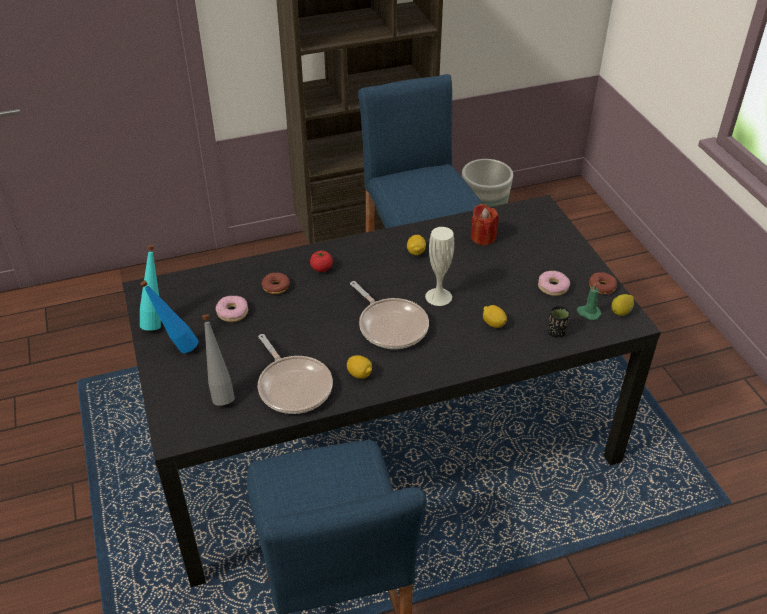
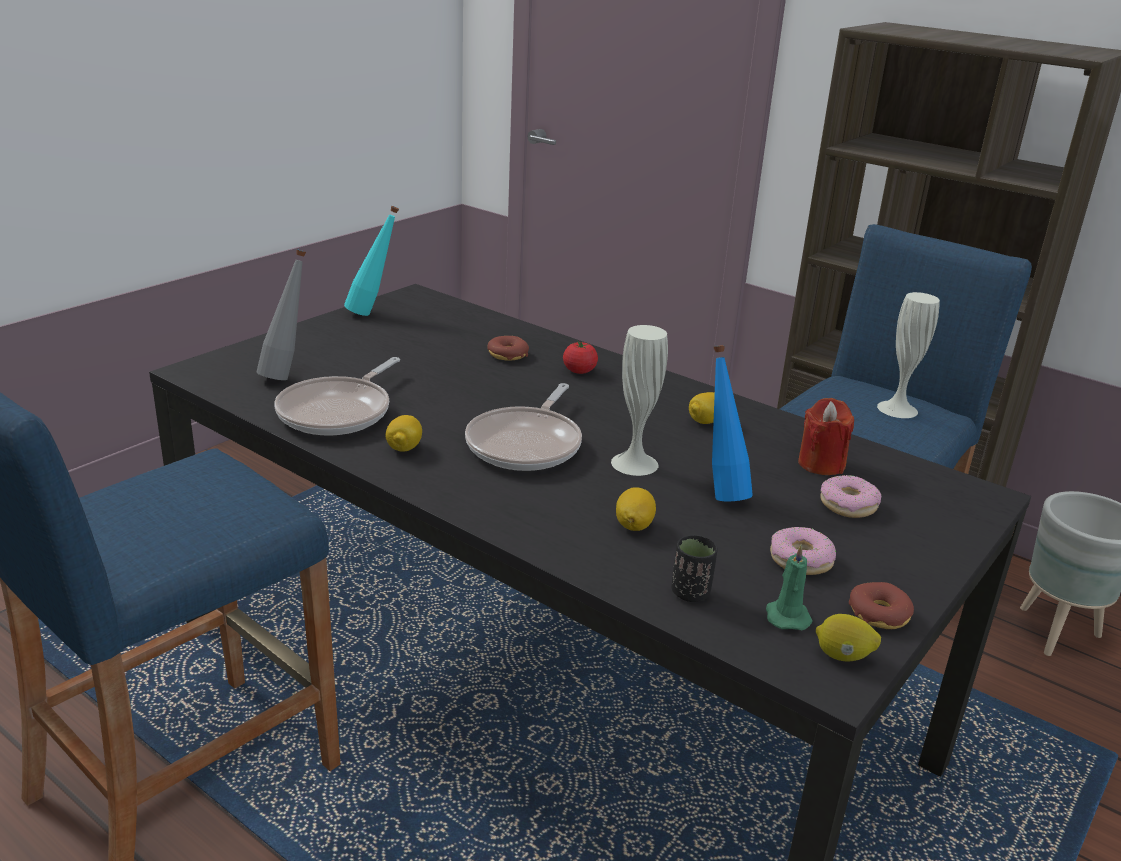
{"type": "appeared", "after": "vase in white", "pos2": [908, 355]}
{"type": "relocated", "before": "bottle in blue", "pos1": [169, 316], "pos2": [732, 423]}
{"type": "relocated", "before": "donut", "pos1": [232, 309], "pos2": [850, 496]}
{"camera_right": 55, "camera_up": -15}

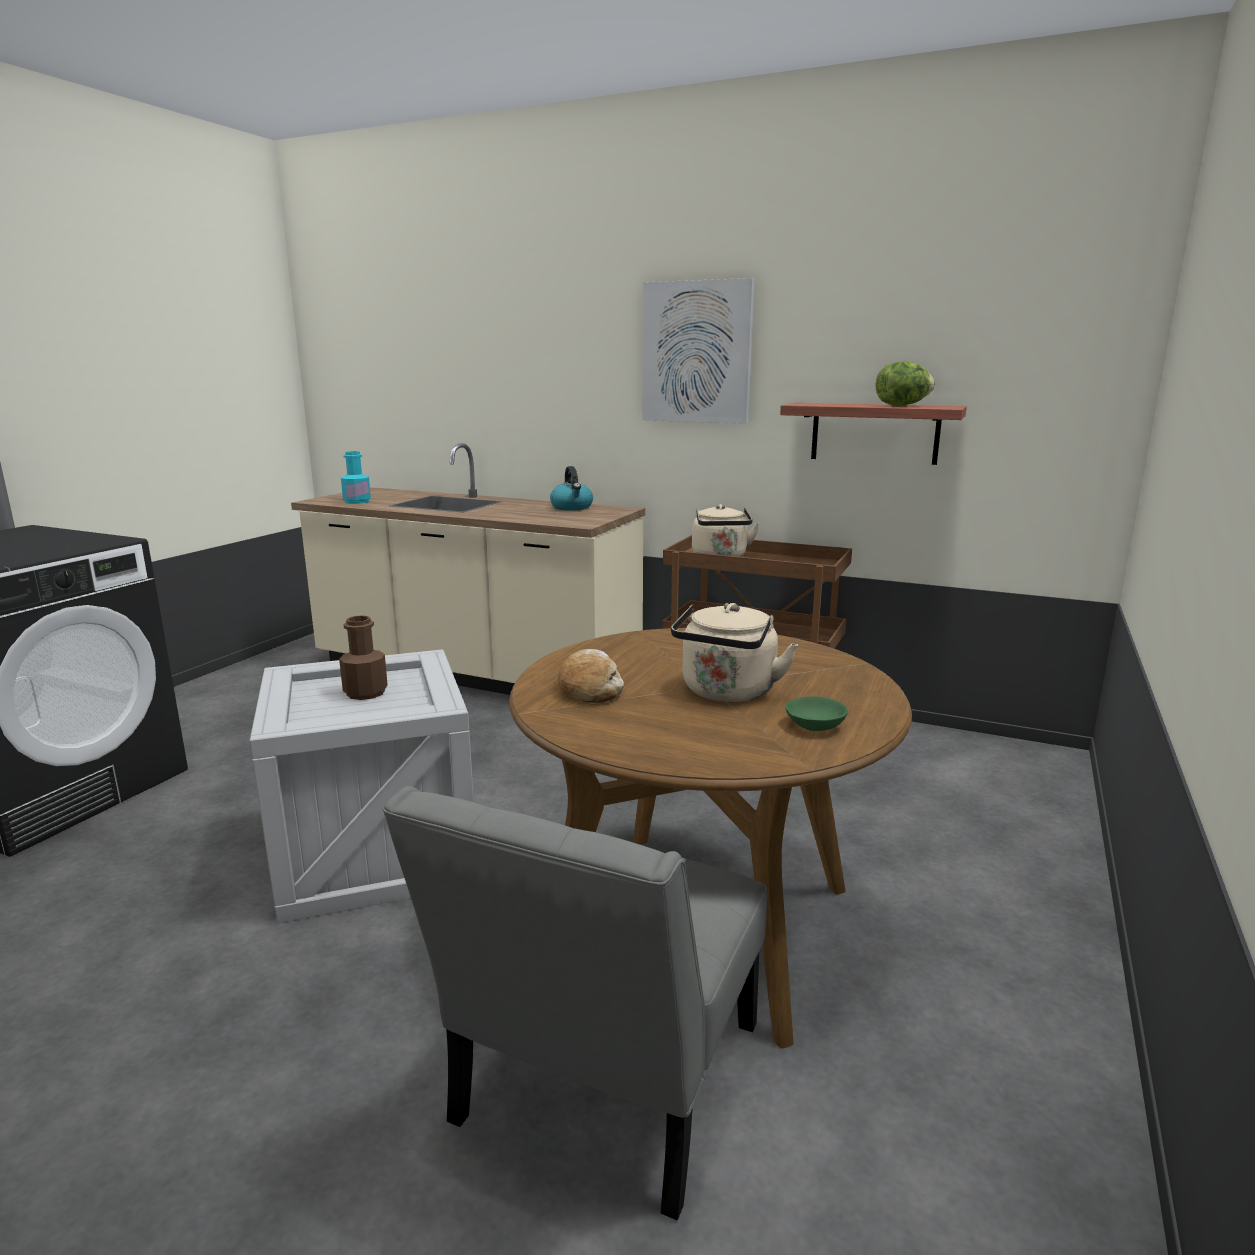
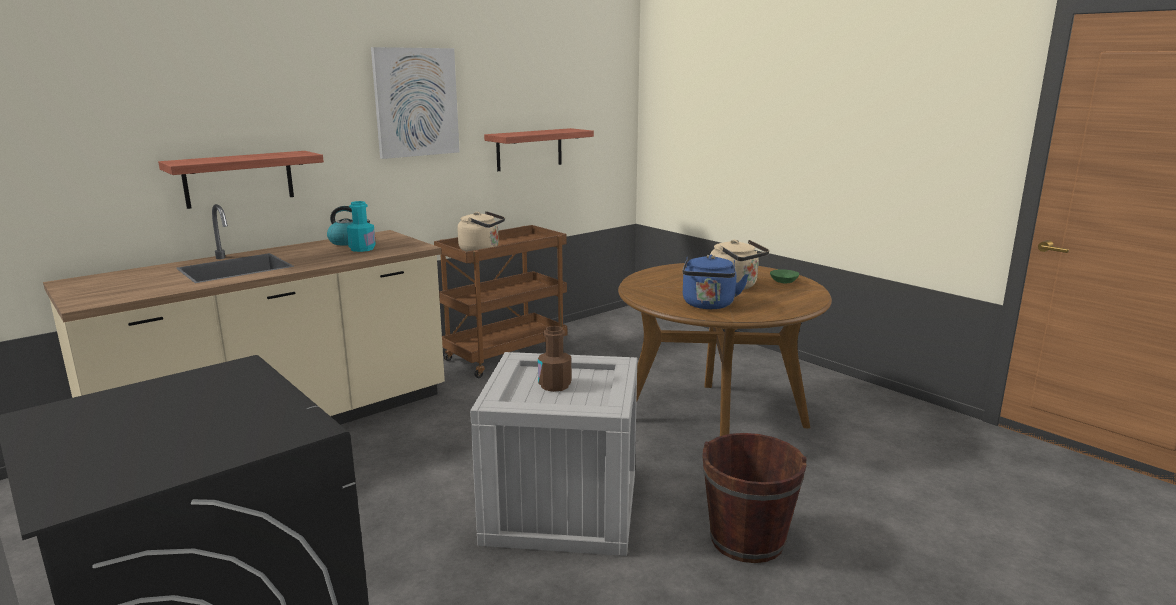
{"type": "missing", "before": "chair in grey", "pos1": [575, 1003]}
{"type": "missing", "before": "lettuce", "pos1": [905, 383]}
{"type": "appeared", "after": "shelf", "pos2": [241, 180]}
{"type": "appeared", "after": "bucket in brown", "pos2": [754, 498]}
{"type": "relocated", "before": "bottle in turquoise", "pos1": [356, 477], "pos2": [361, 226]}
{"type": "exchanged", "before": "bread", "after": "kettle in blue", "pos1": [591, 676], "pos2": [716, 282]}
{"camera_right": -65, "camera_up": 0}

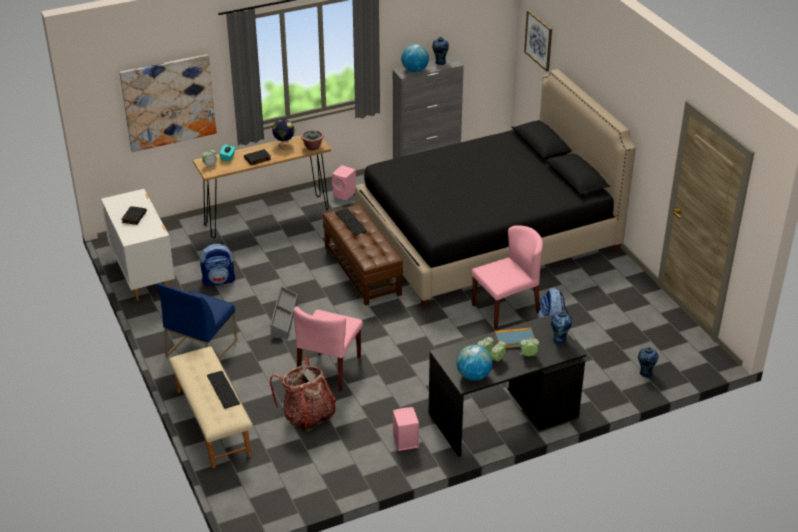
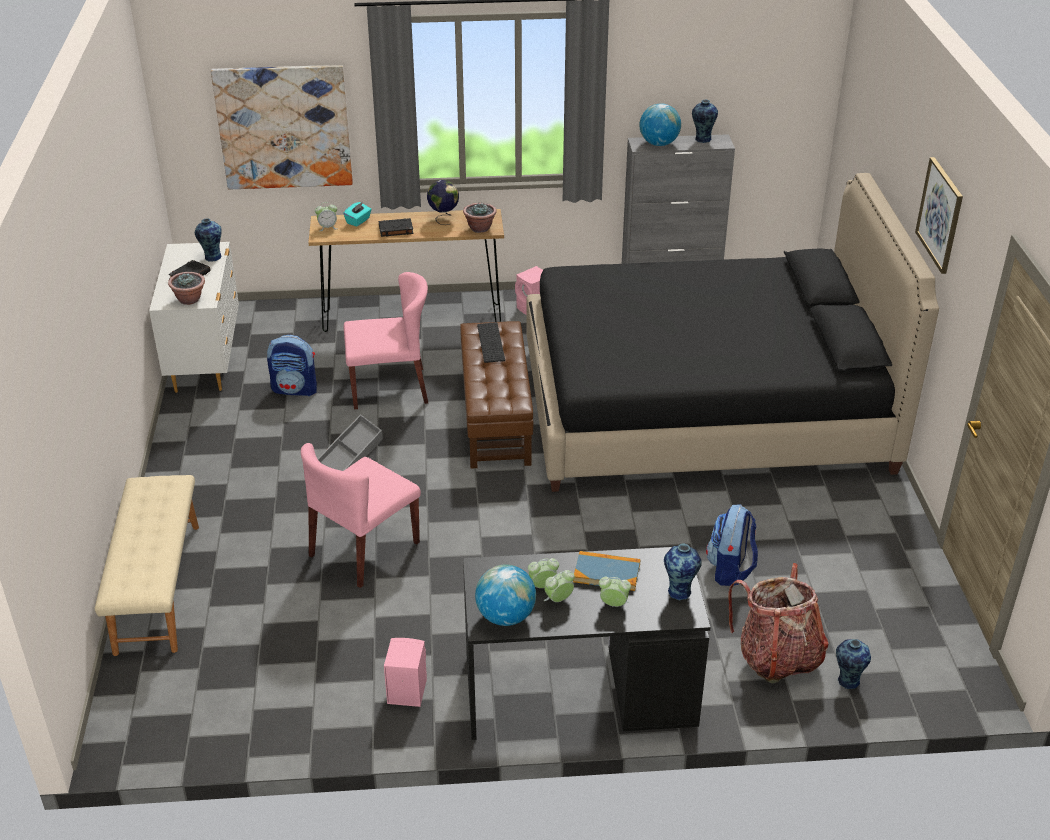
{"type": "missing", "before": "chair in blue", "pos1": [197, 321]}
{"type": "missing", "before": "keyboard", "pos1": [223, 390]}
{"type": "appeared", "after": "potted plant", "pos2": [186, 288]}
{"type": "appeared", "after": "vase", "pos2": [208, 239]}
{"type": "relocated", "before": "backpack", "pos1": [303, 394], "pos2": [778, 623]}
{"type": "relocated", "before": "chair in pink", "pos1": [507, 277], "pos2": [386, 341]}
{"type": "relocated", "before": "picture", "pos1": [538, 41], "pos2": [939, 215]}
{"camera_right": 20, "camera_up": 0}

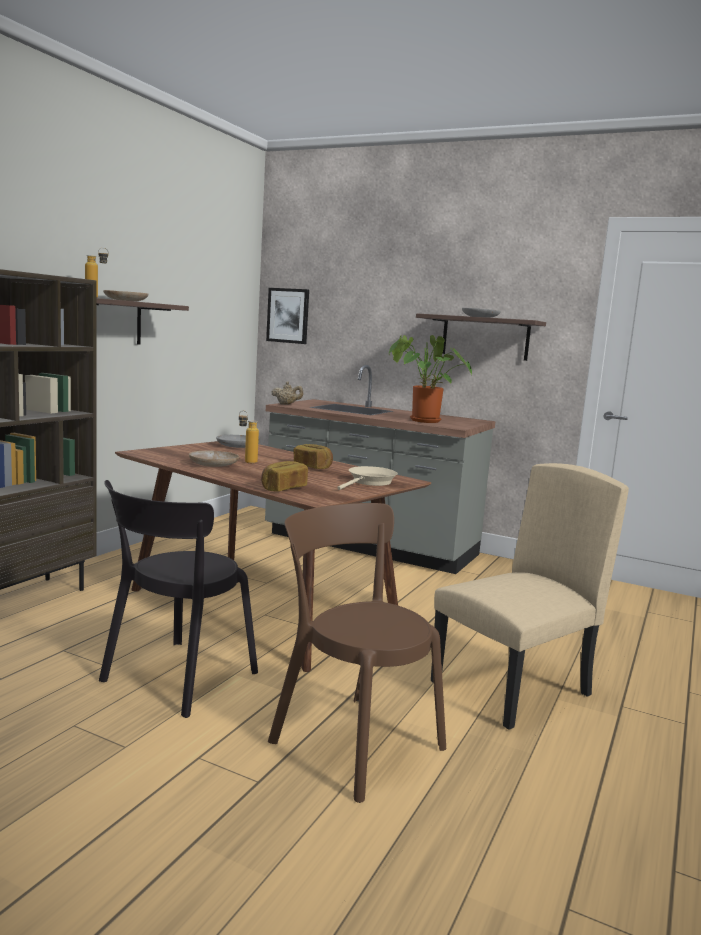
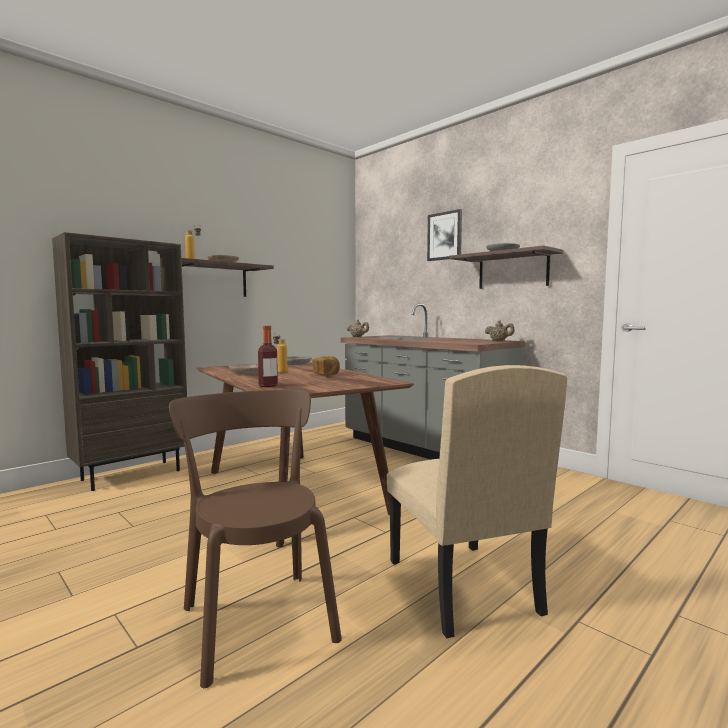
{"type": "missing", "before": "chair in black", "pos1": [178, 599]}
{"type": "missing", "before": "frying pan in beige", "pos1": [367, 478]}
{"type": "missing", "before": "potted plant", "pos1": [430, 379]}
{"type": "appeared", "after": "teapot in beige", "pos2": [500, 330]}
{"type": "relocated", "before": "picture", "pos1": [287, 316], "pos2": [444, 235]}
{"type": "exchanged", "before": "bread", "after": "bottle", "pos1": [284, 476], "pos2": [268, 356]}
{"type": "spun", "before": "chair in beige", "pos1": [530, 596], "pos2": [477, 501], "turn": 90}
{"camera_right": 20, "camera_up": -5}

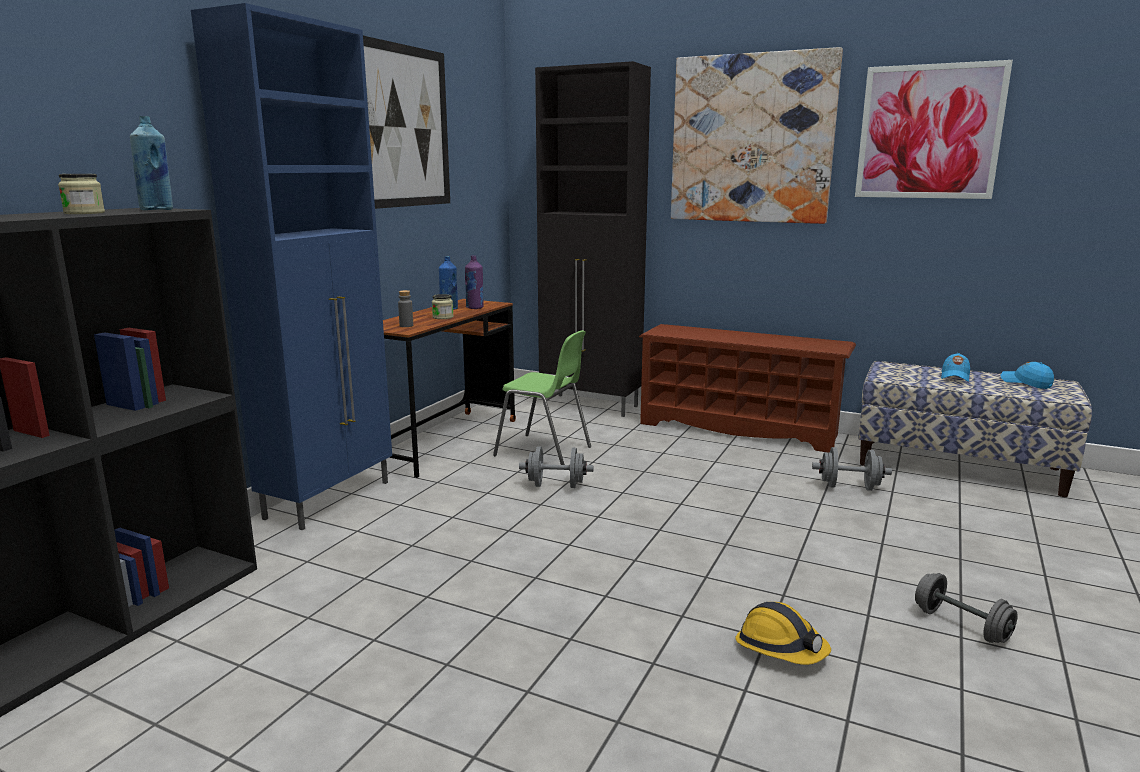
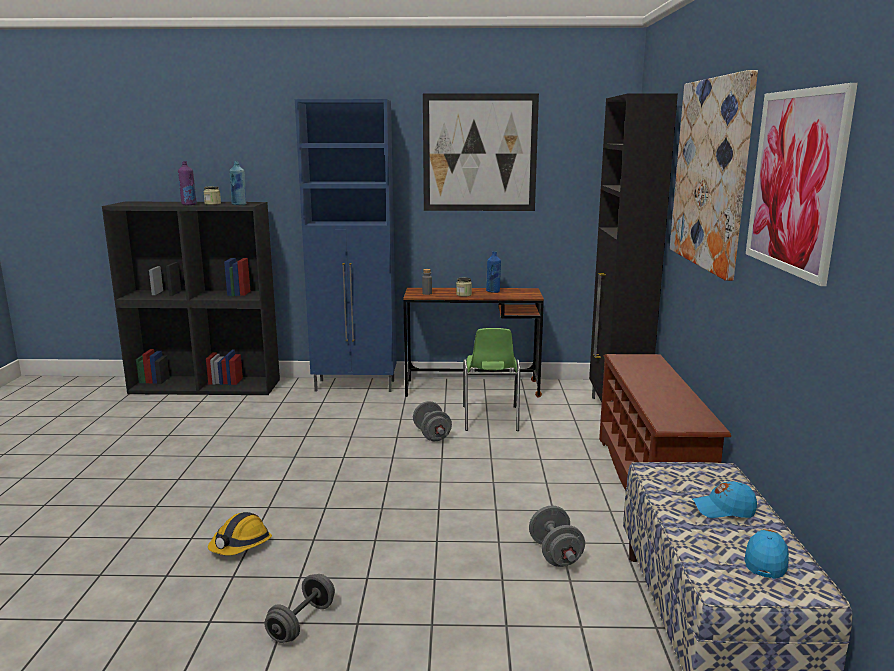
{"type": "relocated", "before": "bottle in purple", "pos1": [474, 282], "pos2": [187, 183]}
{"camera_right": 65, "camera_up": 0}

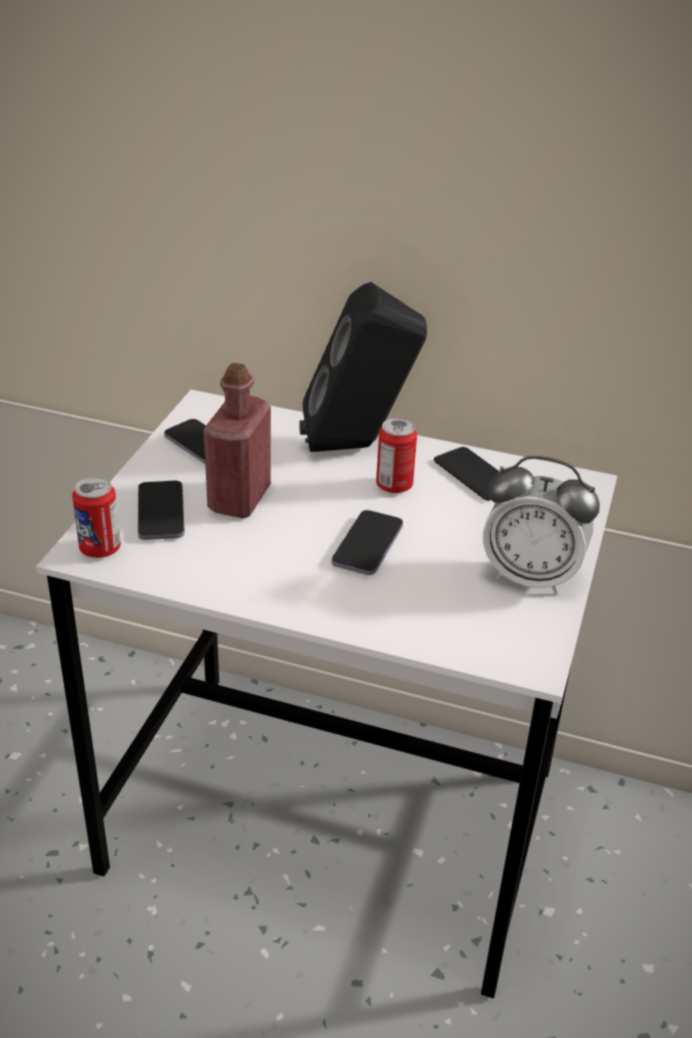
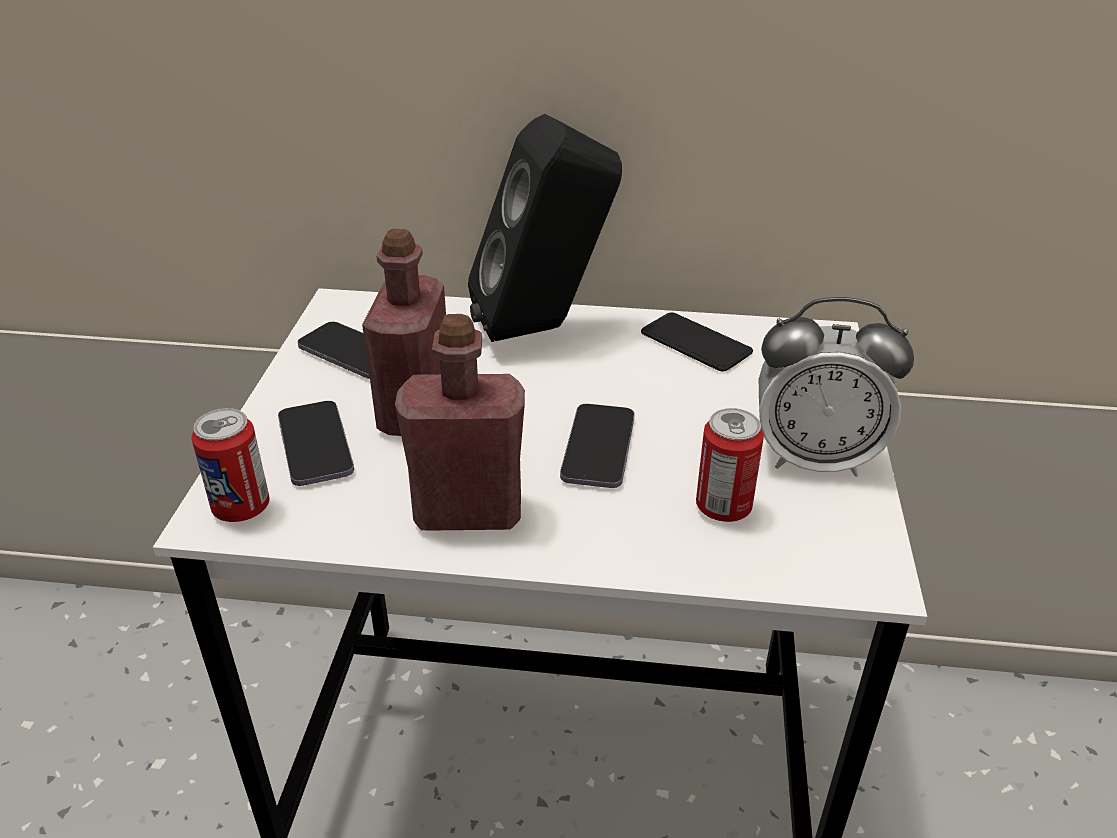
{"type": "appeared", "after": "bottle in red", "pos2": [460, 422]}
{"type": "relocated", "before": "can", "pos1": [396, 455], "pos2": [730, 465]}
{"camera_right": -10, "camera_up": 0}

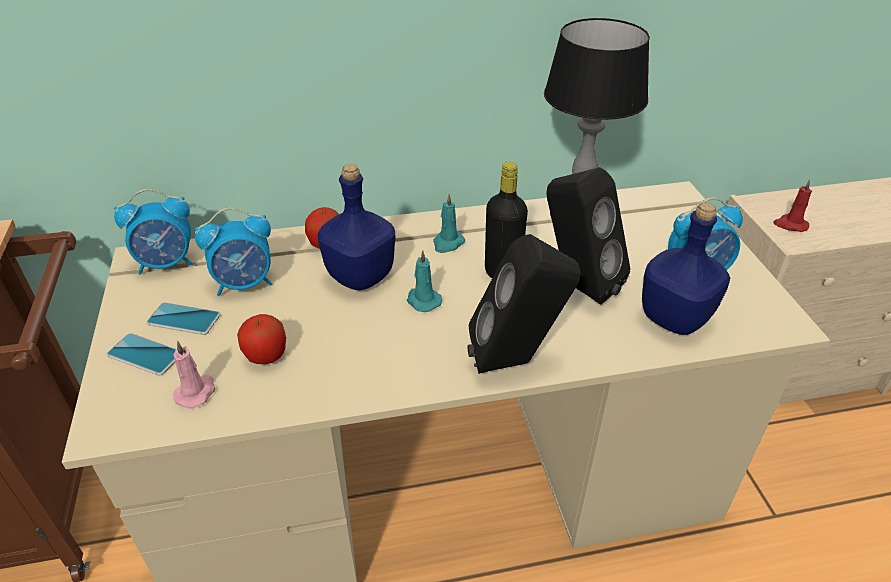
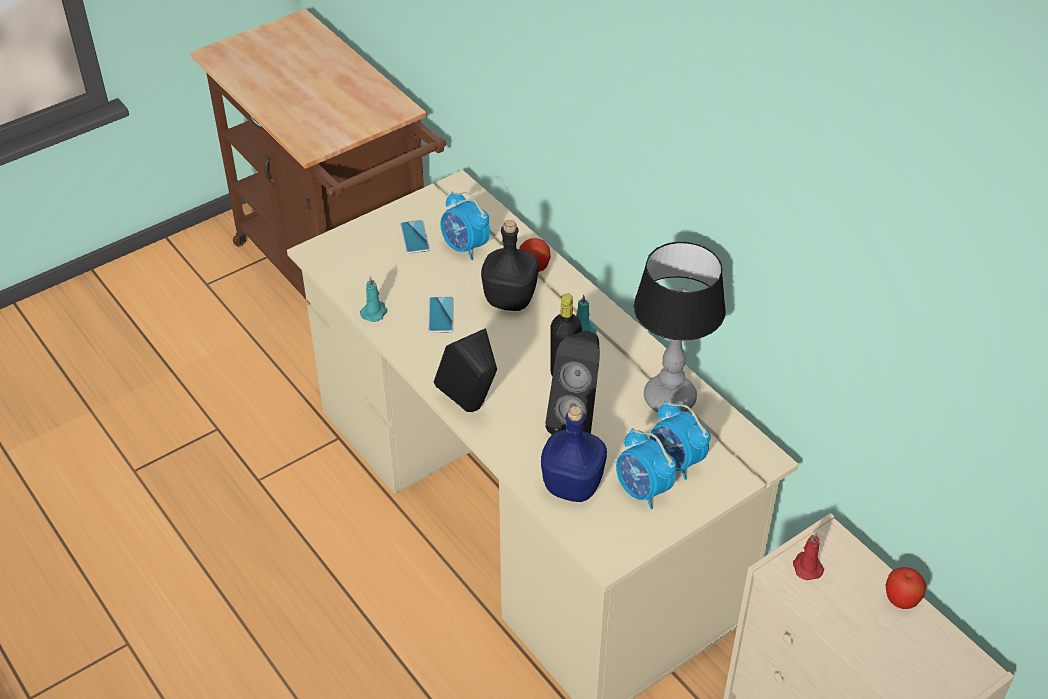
{"type": "missing", "before": "candle in pink", "pos1": [194, 375]}
{"type": "relocated", "before": "phone", "pos1": [141, 354], "pos2": [441, 315]}
{"type": "relocated", "before": "alarm clock", "pos1": [153, 232], "pos2": [680, 440]}
{"type": "relocated", "before": "apple", "pos1": [261, 339], "pos2": [906, 588]}
{"type": "relocated", "before": "candle in turquoise", "pos1": [424, 281], "pos2": [373, 299]}
{"type": "colour", "before": "bottle in blue", "after": "bottle in black", "pos1": [356, 227], "pos2": [510, 265]}
{"camera_right": 65, "camera_up": 5}

